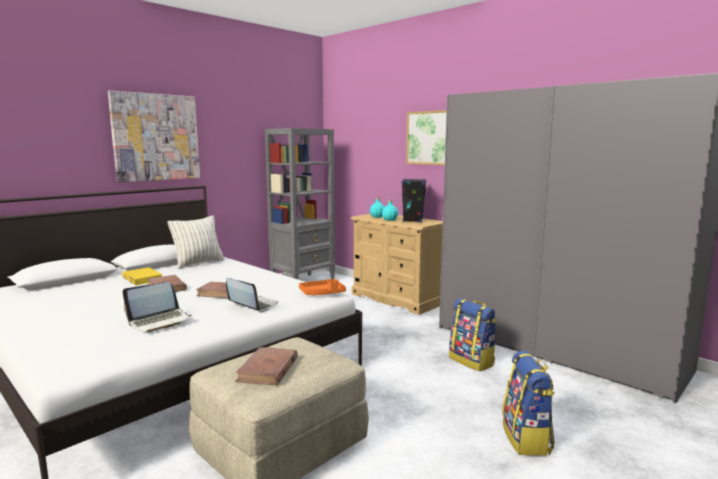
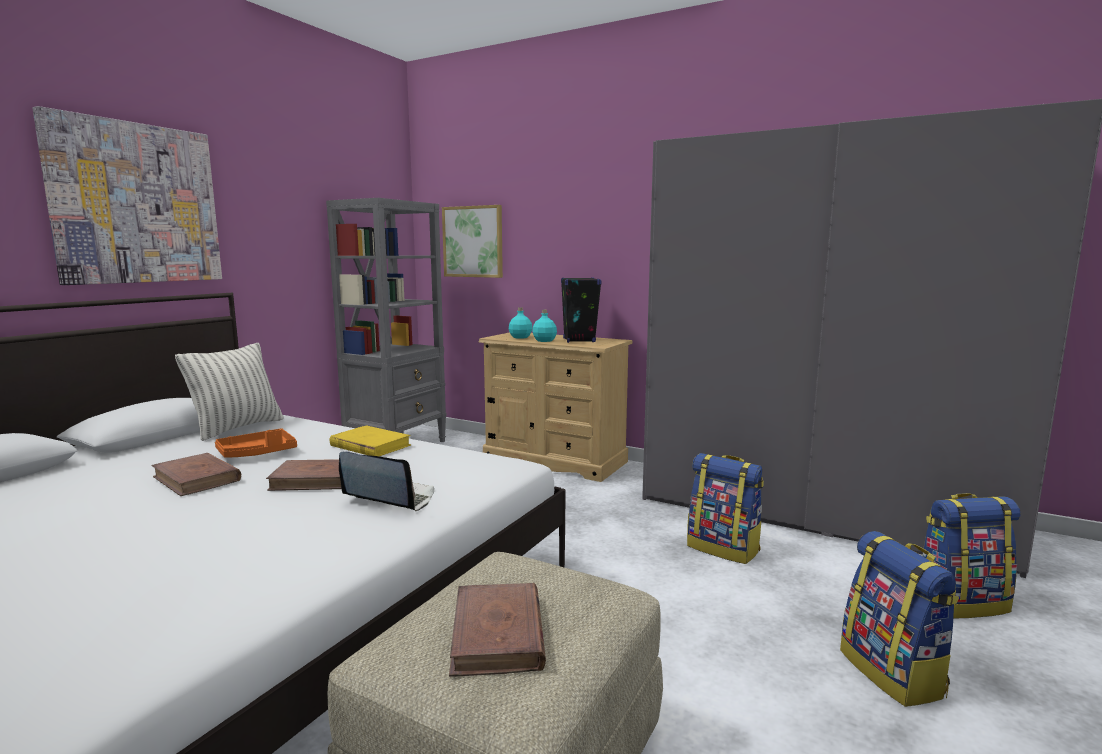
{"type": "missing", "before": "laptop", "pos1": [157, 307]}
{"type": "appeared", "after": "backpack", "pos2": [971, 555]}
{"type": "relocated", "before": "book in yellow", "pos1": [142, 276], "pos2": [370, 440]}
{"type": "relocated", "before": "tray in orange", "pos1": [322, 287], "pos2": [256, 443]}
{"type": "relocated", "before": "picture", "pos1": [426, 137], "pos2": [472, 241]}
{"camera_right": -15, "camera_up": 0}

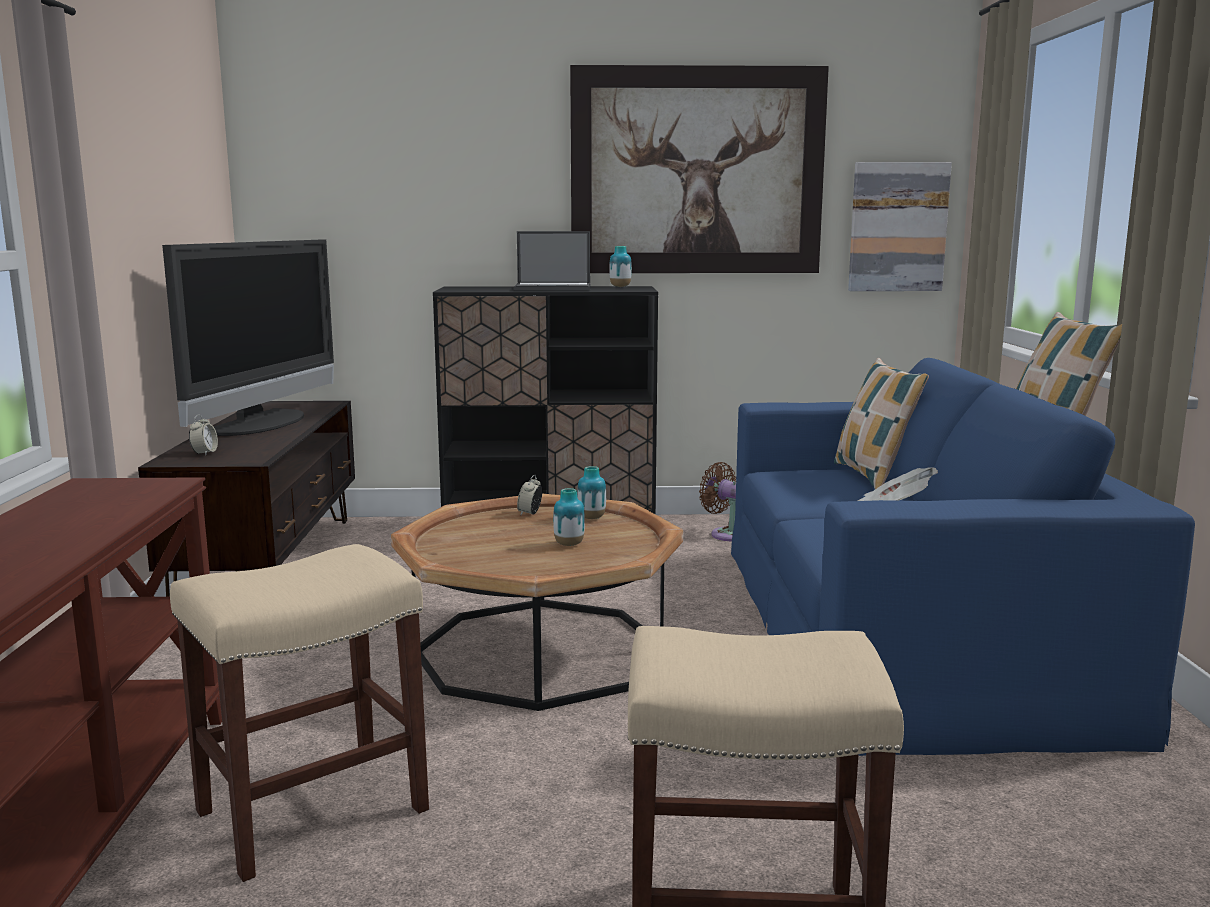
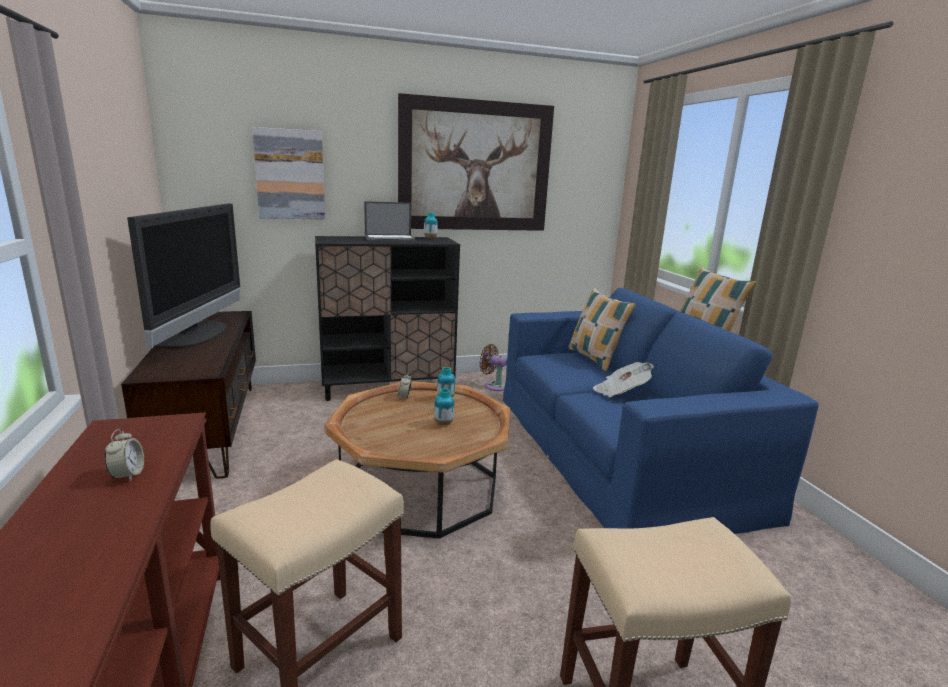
{"type": "relocated", "before": "alarm clock", "pos1": [203, 435], "pos2": [124, 455]}
{"type": "relocated", "before": "picture", "pos1": [900, 226], "pos2": [288, 173]}
{"camera_right": -15, "camera_up": 5}

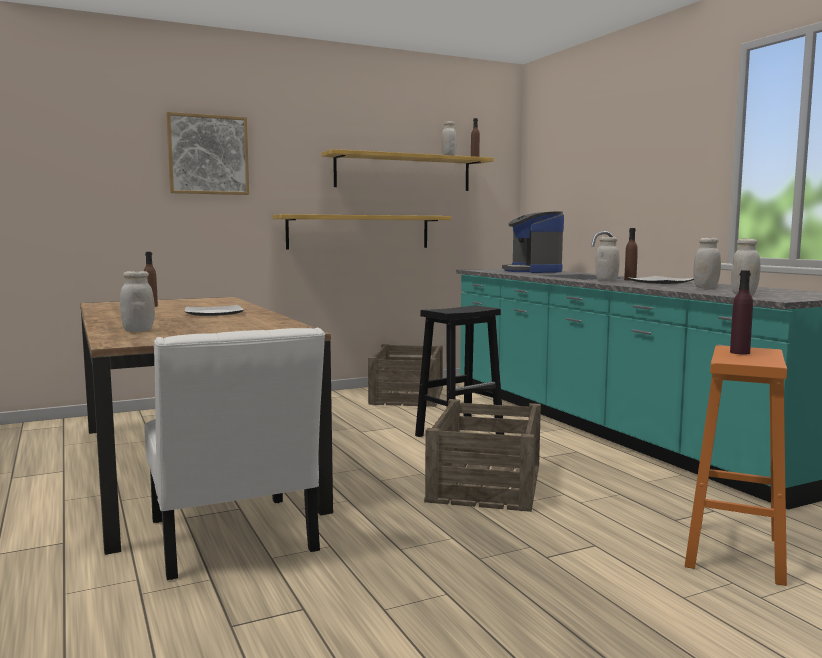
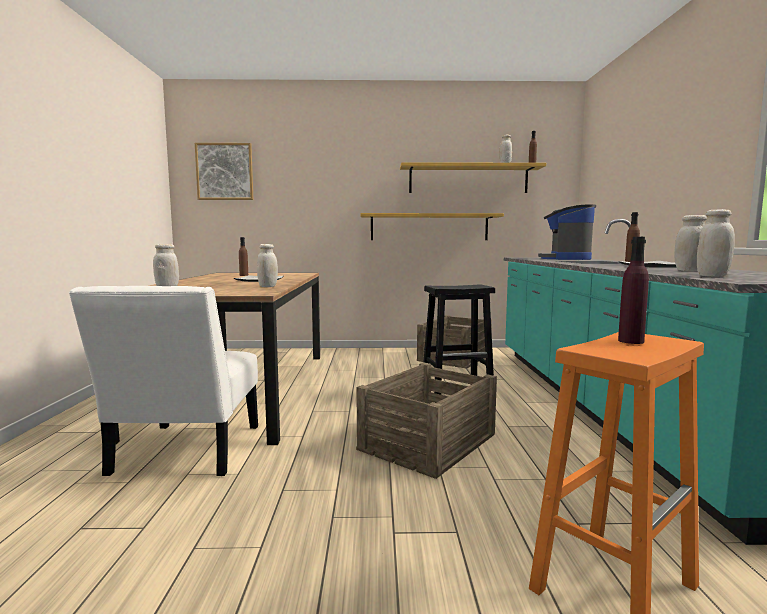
{"type": "relocated", "before": "picture", "pos1": [207, 153], "pos2": [224, 171]}
{"type": "relocated", "before": "jar in white", "pos1": [607, 259], "pos2": [267, 265]}
{"camera_right": 25, "camera_up": 0}

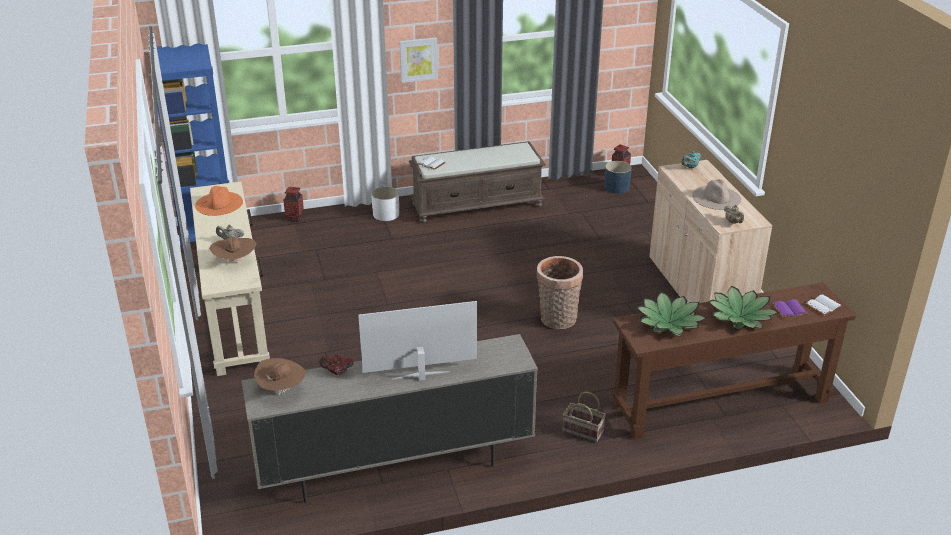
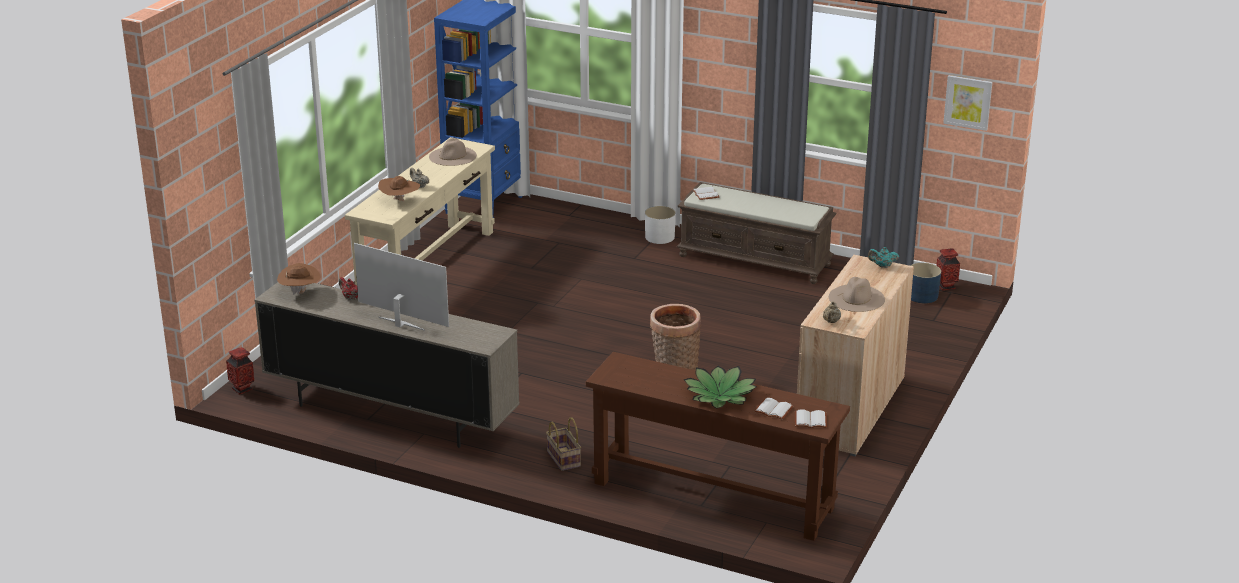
{"type": "missing", "before": "potted plant", "pos1": [671, 314]}
{"type": "relocated", "before": "vase", "pos1": [293, 204], "pos2": [240, 371]}
{"type": "relocated", "before": "picture", "pos1": [418, 60], "pos2": [967, 103]}
{"type": "colour", "before": "hat in orange", "after": "hat in beige", "pos1": [219, 201], "pos2": [453, 152]}
{"type": "colour", "before": "book in purple", "after": "book in white", "pos1": [790, 308], "pos2": [773, 409]}
{"camera_right": 40, "camera_up": -5}

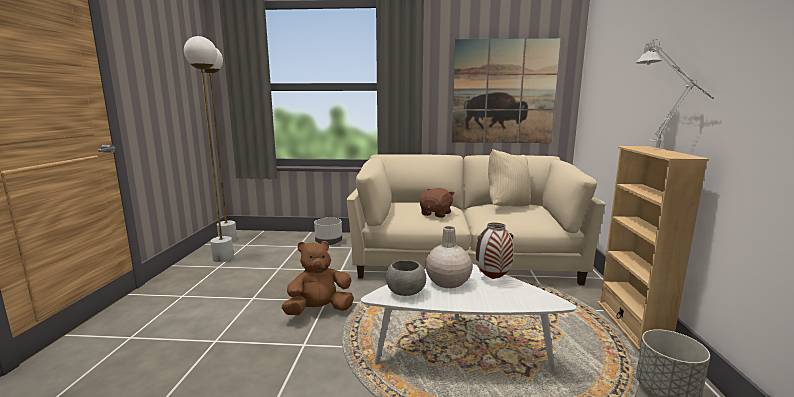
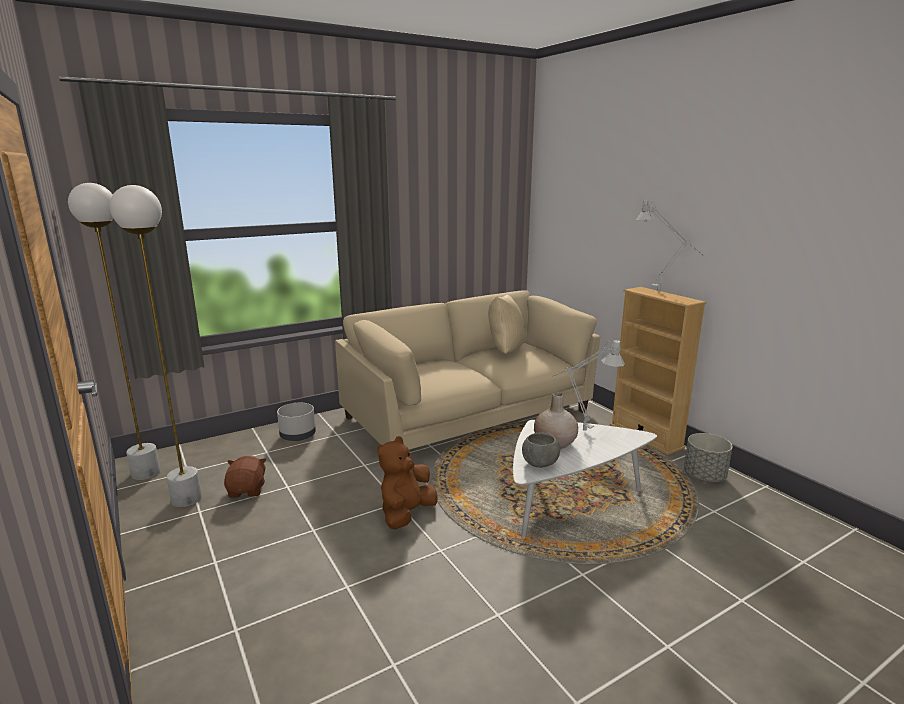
{"type": "missing", "before": "picture", "pos1": [506, 90]}
{"type": "relocated", "before": "plush toy in brown", "pos1": [437, 203], "pos2": [245, 477]}
{"type": "exchanged", "before": "vase", "after": "table lamp in grey", "pos1": [495, 251], "pos2": [588, 385]}
{"camera_right": -35, "camera_up": 5}

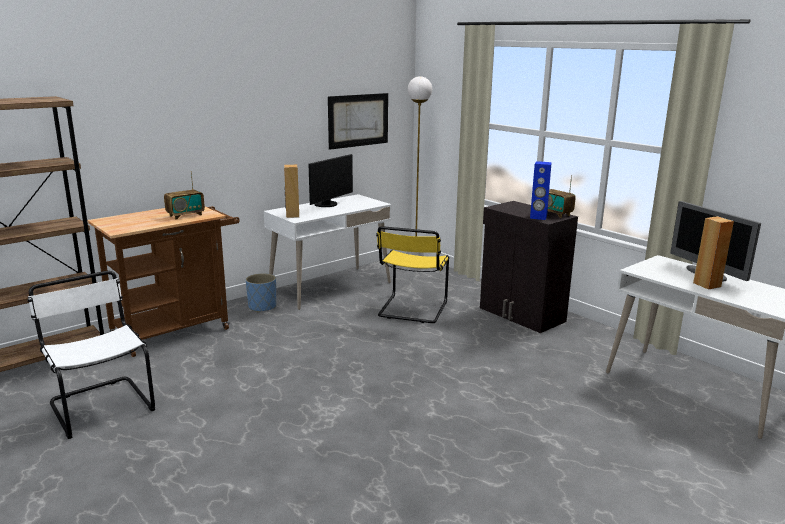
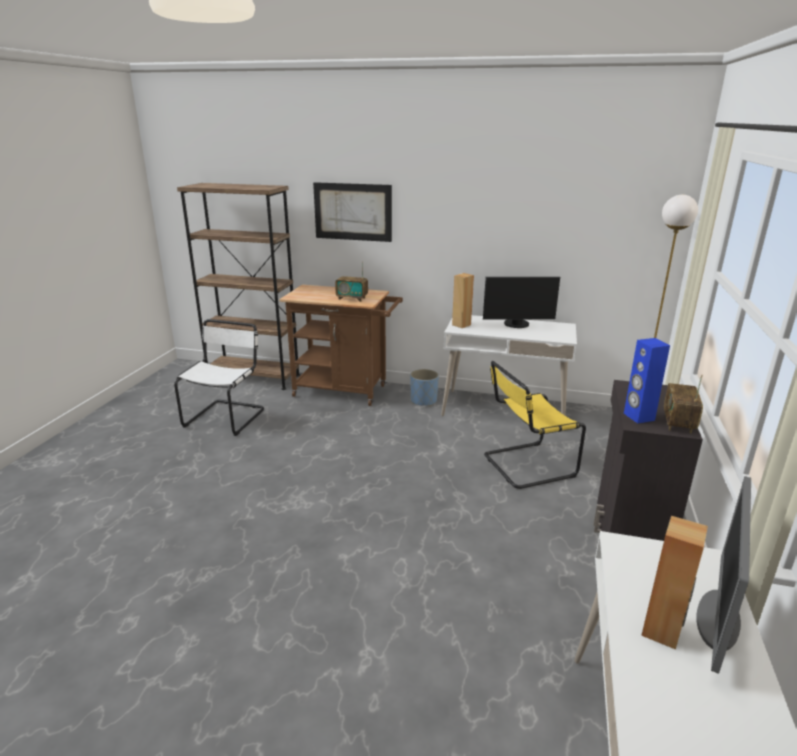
{"type": "relocated", "before": "picture", "pos1": [358, 121], "pos2": [352, 212]}
{"camera_right": 55, "camera_up": 5}

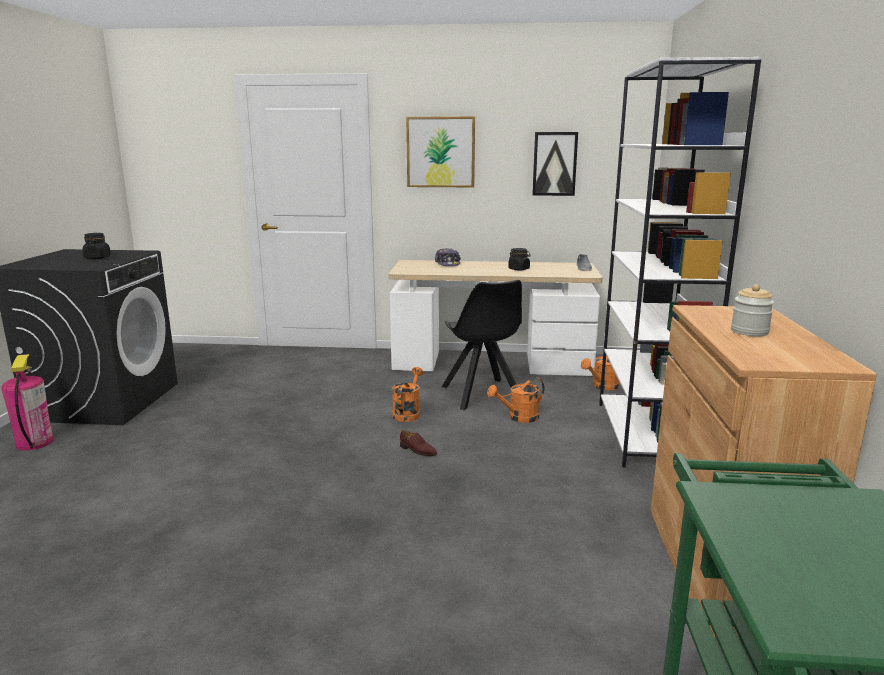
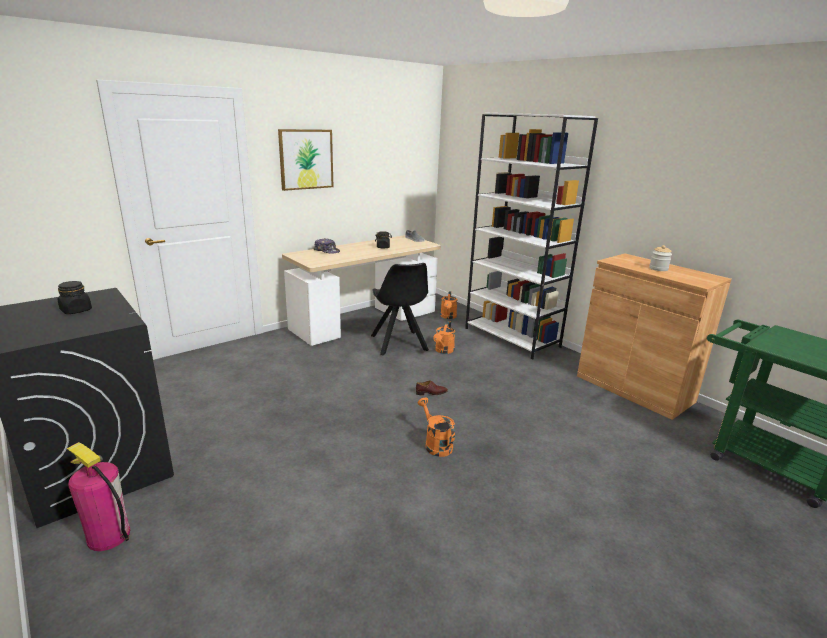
{"type": "missing", "before": "picture", "pos1": [555, 164]}
{"type": "relocated", "before": "watering can in orange", "pos1": [407, 394], "pos2": [436, 427]}
{"type": "spun", "before": "chair in black", "pos1": [482, 345], "pos2": [400, 309], "turn": 45}
{"camera_right": -45, "camera_up": 5}

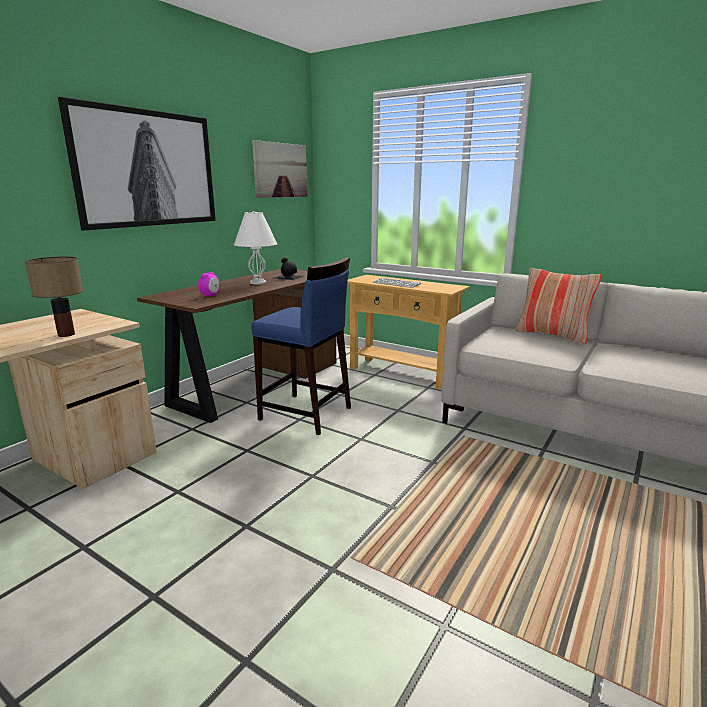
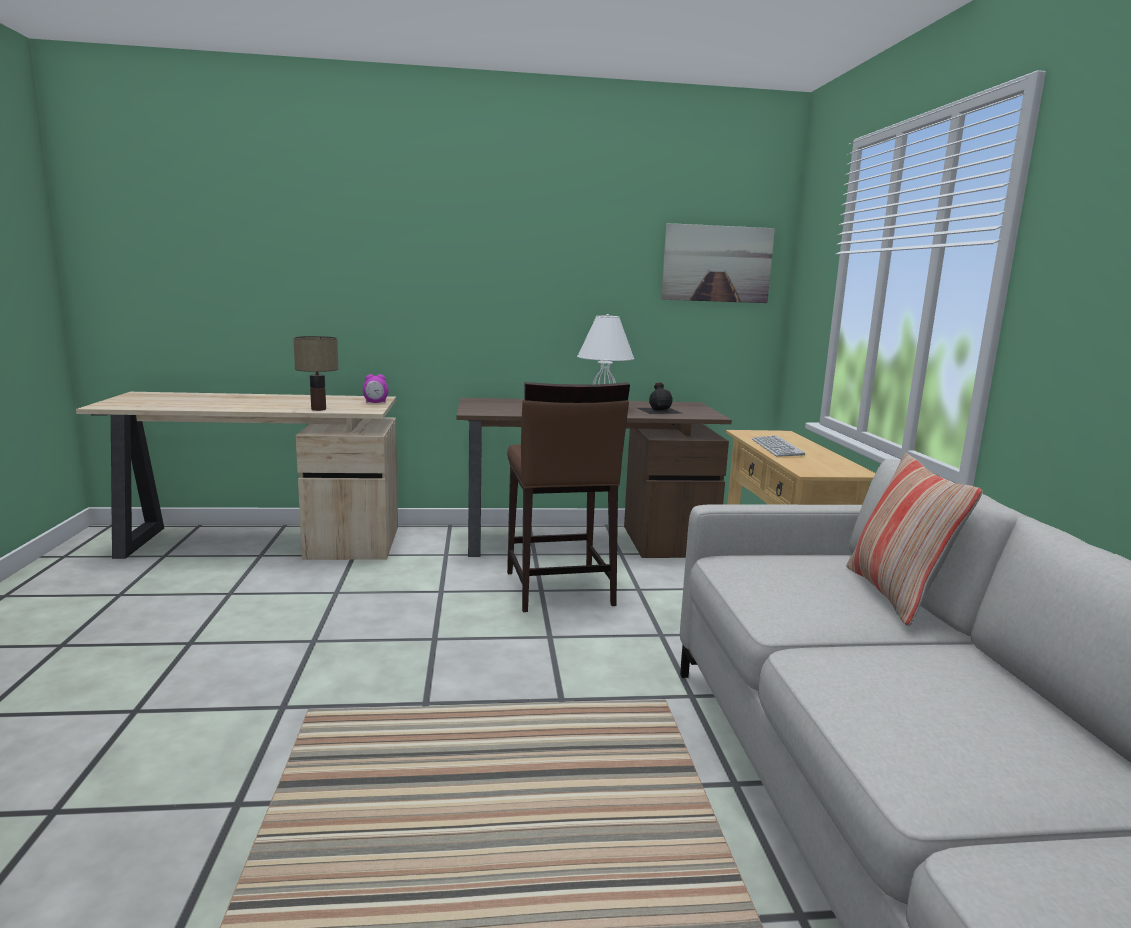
{"type": "missing", "before": "picture", "pos1": [137, 164]}
{"type": "relocated", "before": "alarm clock", "pos1": [209, 284], "pos2": [376, 388]}
{"type": "colour", "before": "stool in blue", "after": "stool in brown", "pos1": [301, 346], "pos2": [568, 497]}
{"camera_right": 50, "camera_up": -5}

